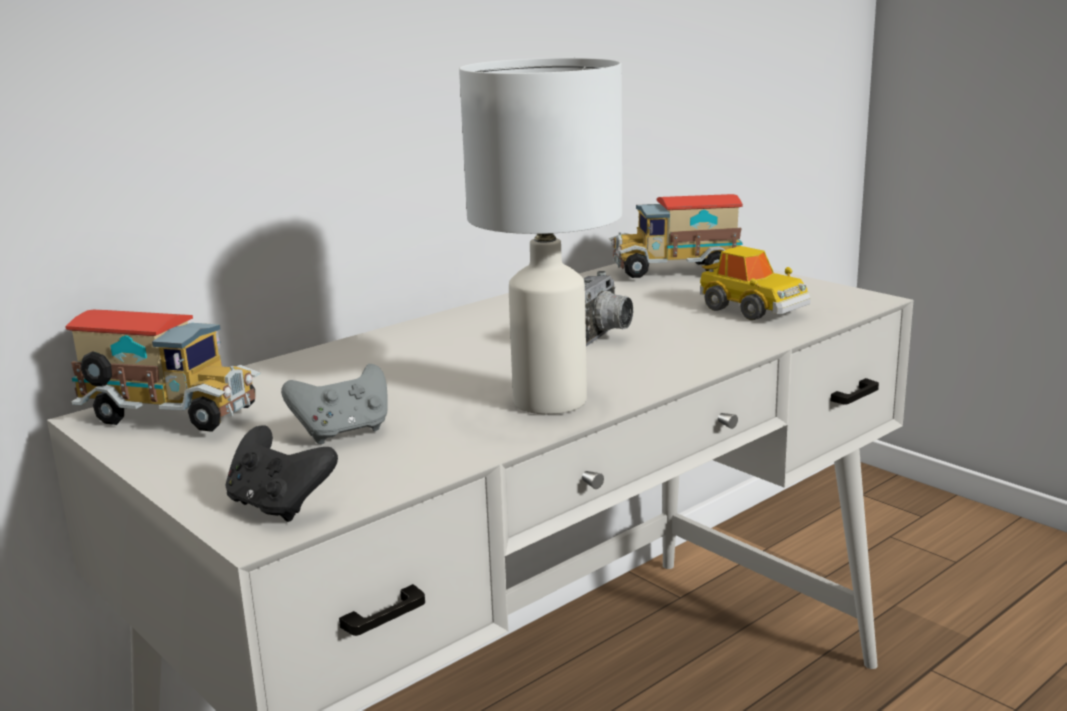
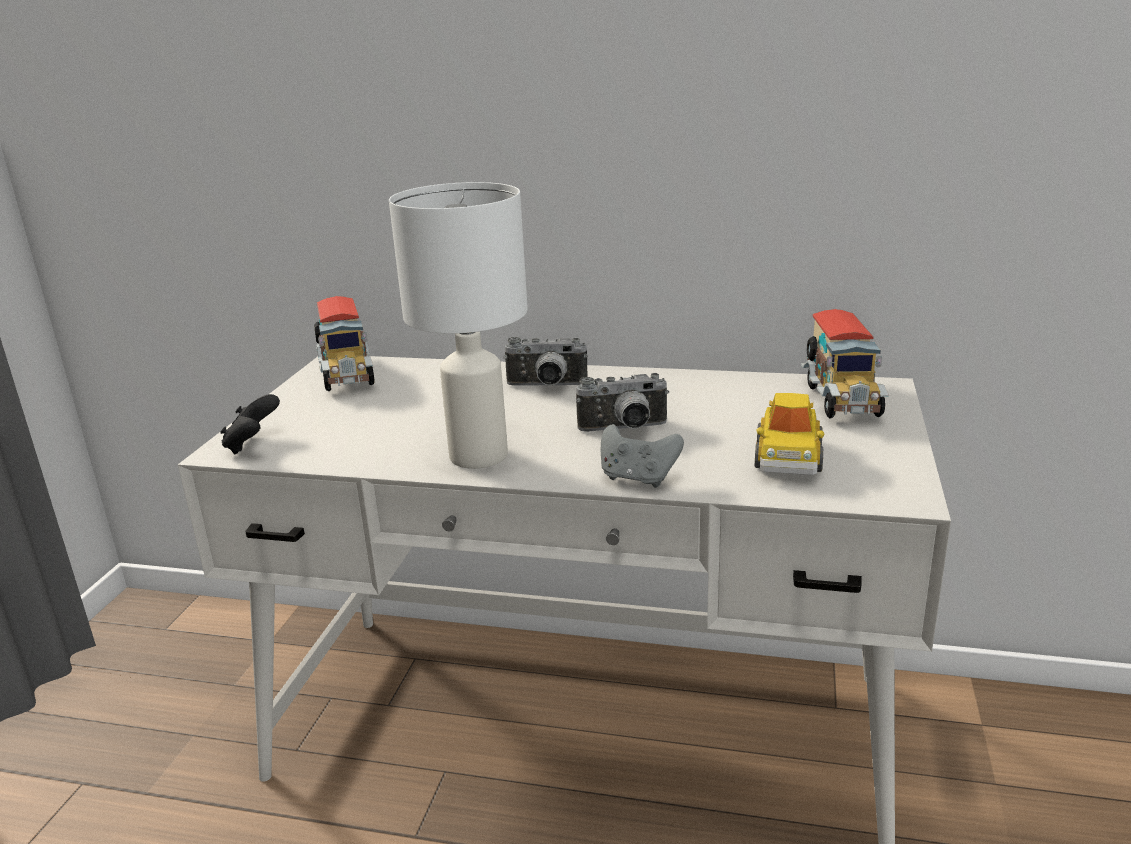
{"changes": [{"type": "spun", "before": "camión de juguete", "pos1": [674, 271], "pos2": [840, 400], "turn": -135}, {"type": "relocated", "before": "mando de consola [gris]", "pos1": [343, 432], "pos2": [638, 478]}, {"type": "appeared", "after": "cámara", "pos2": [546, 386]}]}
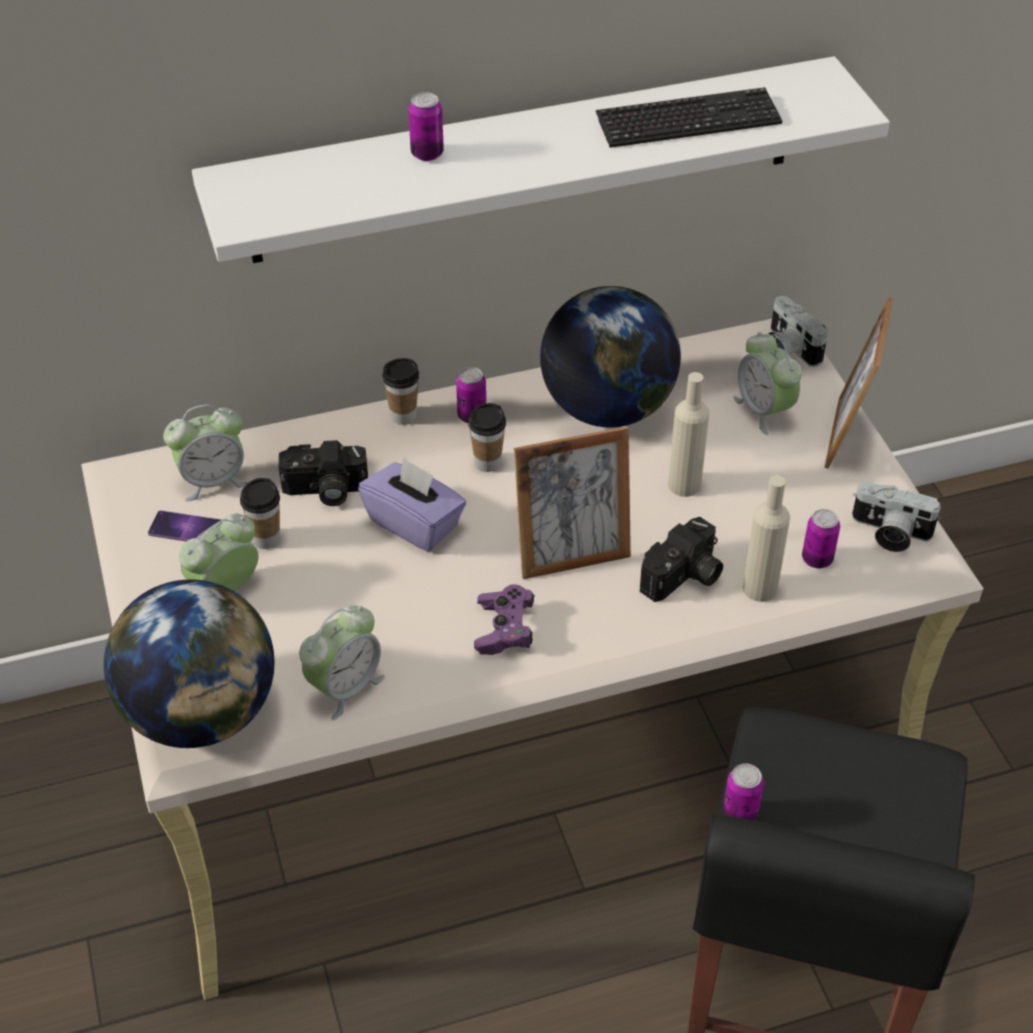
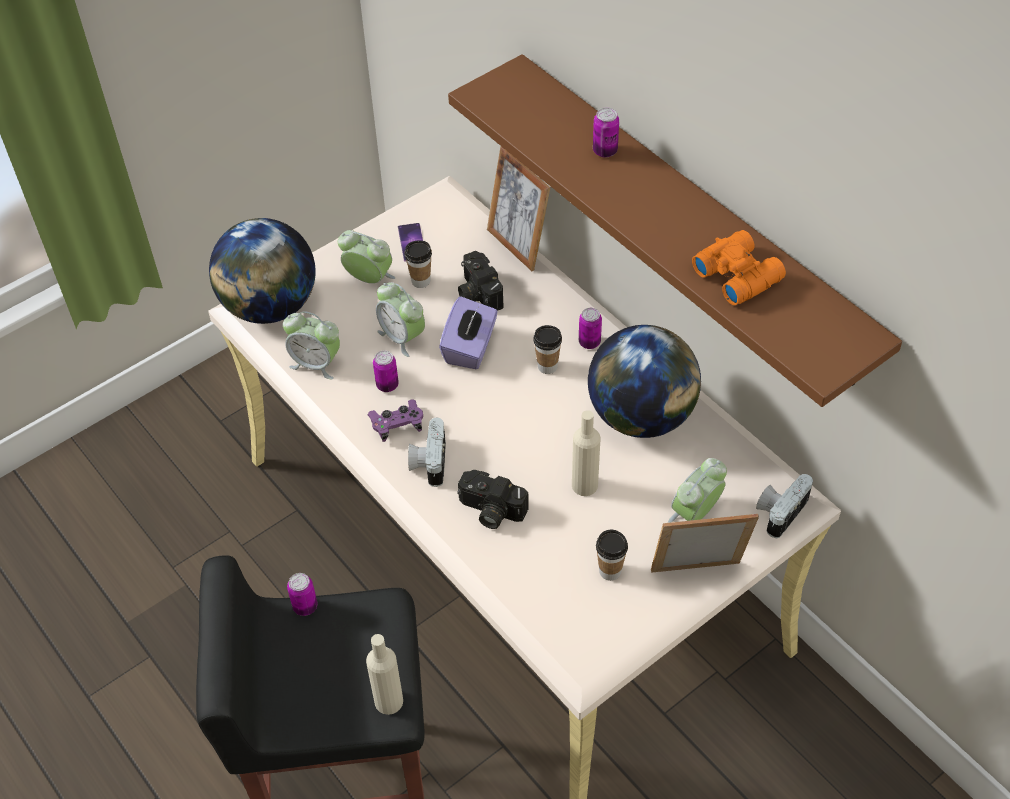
{"changes": [{"type": "colour", "before": "estante [blanco]", "after": "estante [marrón]", "pos1": [526, 160], "pos2": [690, 218]}, {"type": "exchanged", "before": "teclado", "after": "prismáticos [naranja]", "pos1": [688, 121], "pos2": [737, 274]}, {"type": "relocated", "before": "taza", "pos1": [403, 416], "pos2": [610, 571]}, {"type": "relocated", "before": "despertador", "pos1": [213, 480], "pos2": [402, 337]}, {"type": "relocated", "before": "portarretratos", "pos1": [572, 556], "pos2": [518, 245]}, {"type": "relocated", "before": "botella [beis]", "pos1": [760, 588], "pos2": [388, 701]}, {"type": "relocated", "before": "cámara", "pos1": [889, 533], "pos2": [428, 461]}, {"type": "relocated", "before": "lata", "pos1": [817, 559], "pos2": [387, 385]}]}
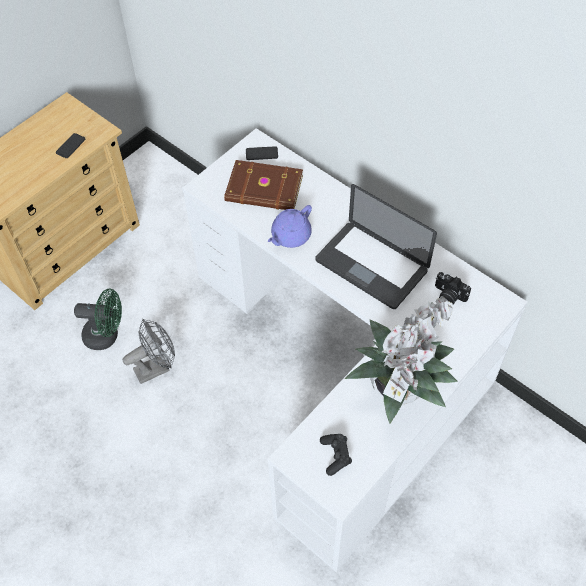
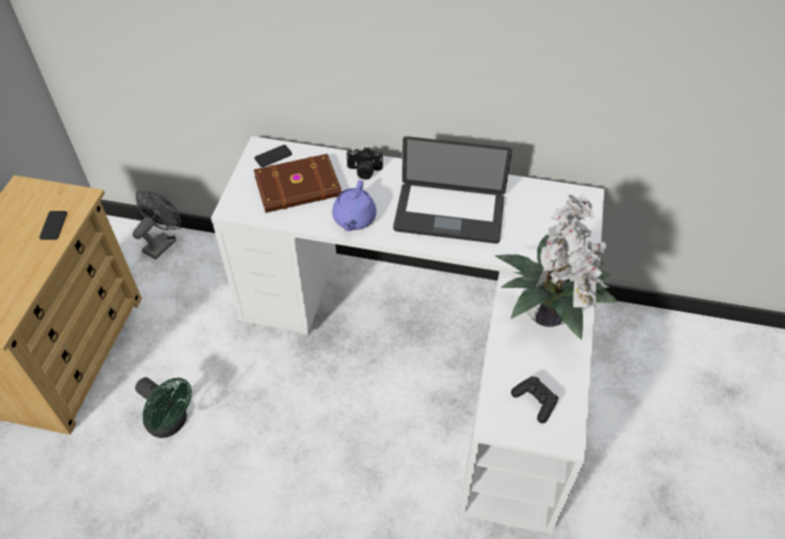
{"changes": [{"type": "relocated", "before": "cámara", "pos1": [448, 296], "pos2": [364, 171]}, {"type": "spun", "before": "ventilador [verde]", "pos1": [107, 336], "pos2": [171, 423], "turn": 60}, {"type": "relocated", "before": "ventilador [gris]", "pos1": [156, 367], "pos2": [163, 243]}]}
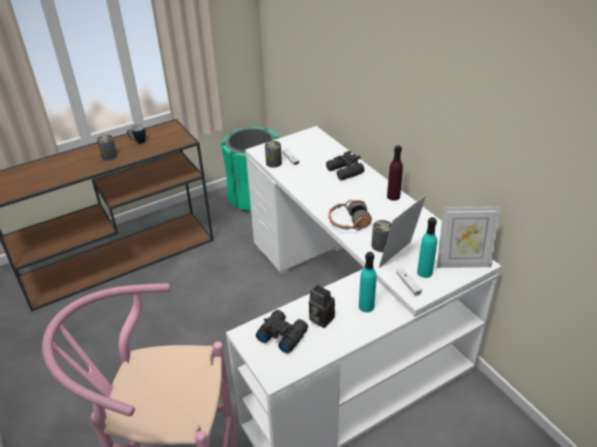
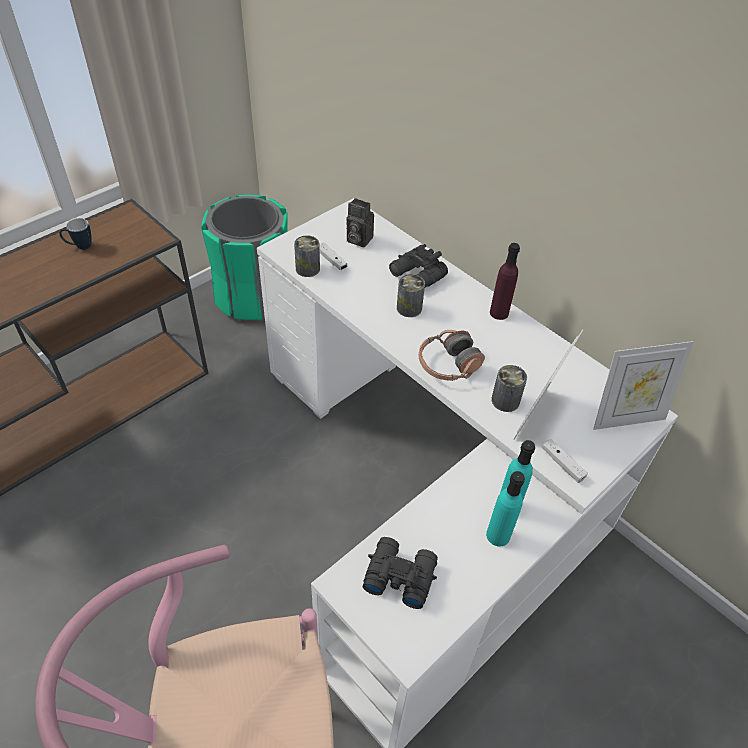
{"changes": [{"type": "relocated", "before": "lata", "pos1": [109, 156], "pos2": [409, 308]}, {"type": "relocated", "before": "botella [turquesa]", "pos1": [424, 272], "pos2": [498, 535]}, {"type": "relocated", "before": "cámara", "pos1": [319, 319], "pos2": [357, 239]}]}
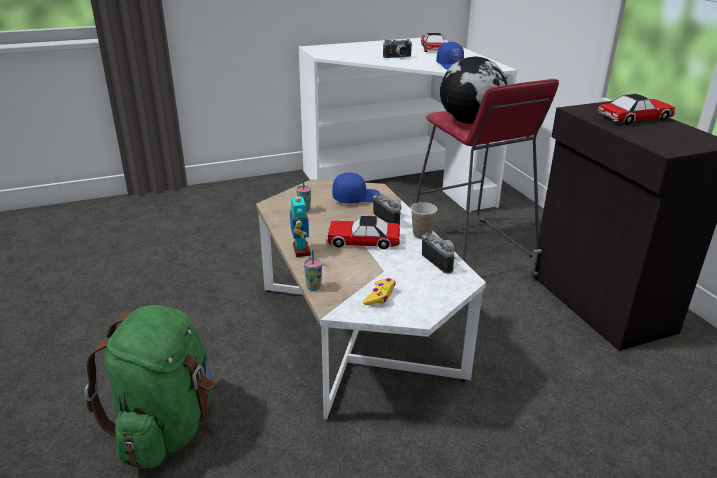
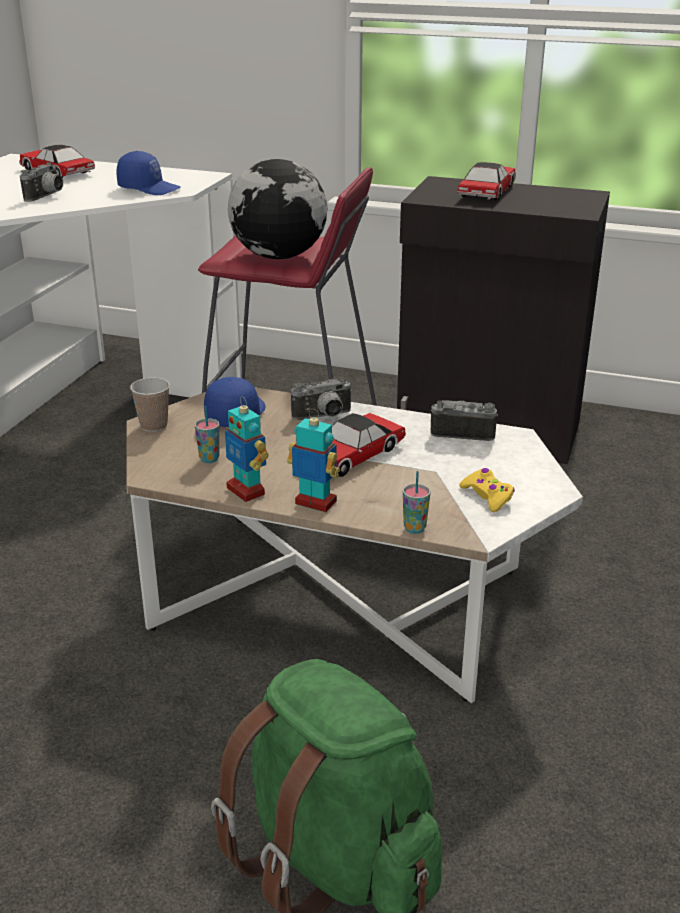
{"changes": [{"type": "spun", "before": "cámara", "pos1": [390, 218], "pos2": [324, 417], "turn": 150}, {"type": "relocated", "before": "taza", "pos1": [422, 235], "pos2": [154, 426]}, {"type": "appeared", "after": "robot de juguete", "pos2": [246, 491]}]}
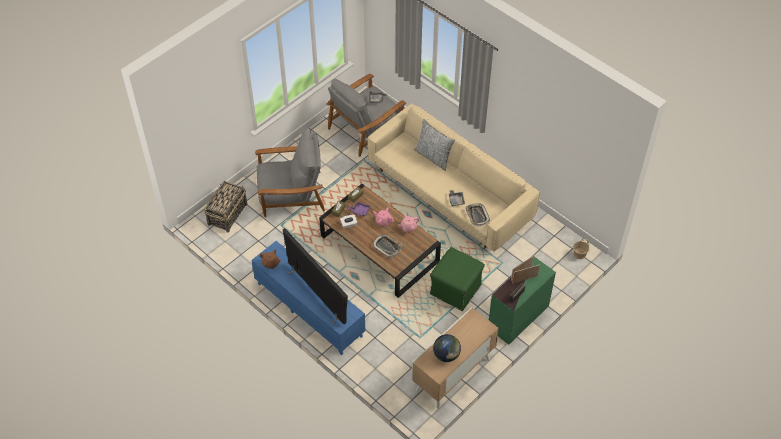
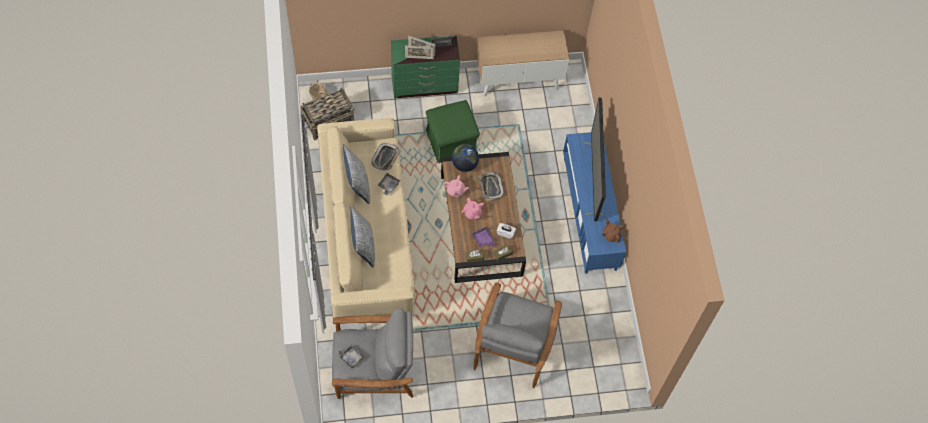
{"changes": [{"type": "spun", "before": "sillón [gris]", "pos1": [291, 194], "pos2": [514, 344], "turn": -105}, {"type": "relocated", "before": "cesta", "pos1": [228, 214], "pos2": [328, 122]}, {"type": "relocated", "before": "globo terráqueo", "pos1": [446, 355], "pos2": [464, 164]}, {"type": "appeared", "after": "cojín", "pos2": [357, 184]}]}
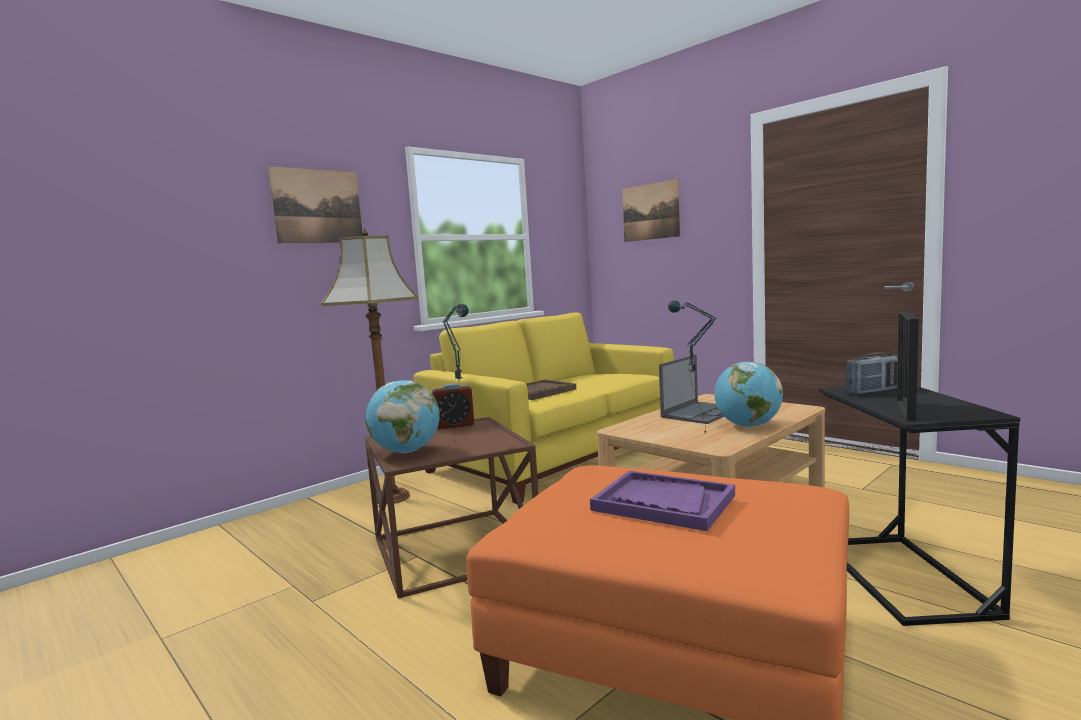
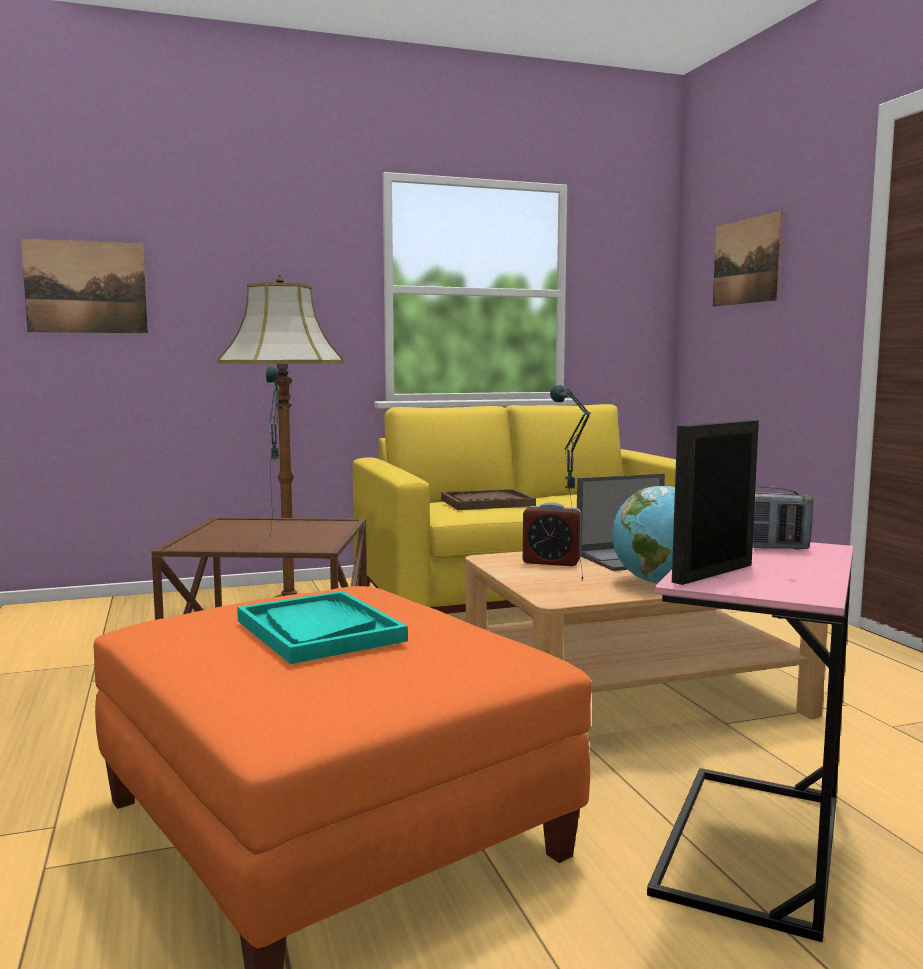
{"changes": [{"type": "relocated", "before": "cuadro", "pos1": [318, 206], "pos2": [86, 287]}, {"type": "missing", "before": "globo terráqueo", "pos1": [406, 451]}, {"type": "relocated", "before": "despertador", "pos1": [454, 425], "pos2": [551, 562]}, {"type": "colour", "before": "mesa auxiliar [negro]", "after": "mesa auxiliar [rosa]", "pos1": [903, 577], "pos2": [751, 845]}, {"type": "colour", "before": "bandeja [morado]", "after": "bandeja [turquesa]", "pos1": [663, 503], "pos2": [319, 630]}]}
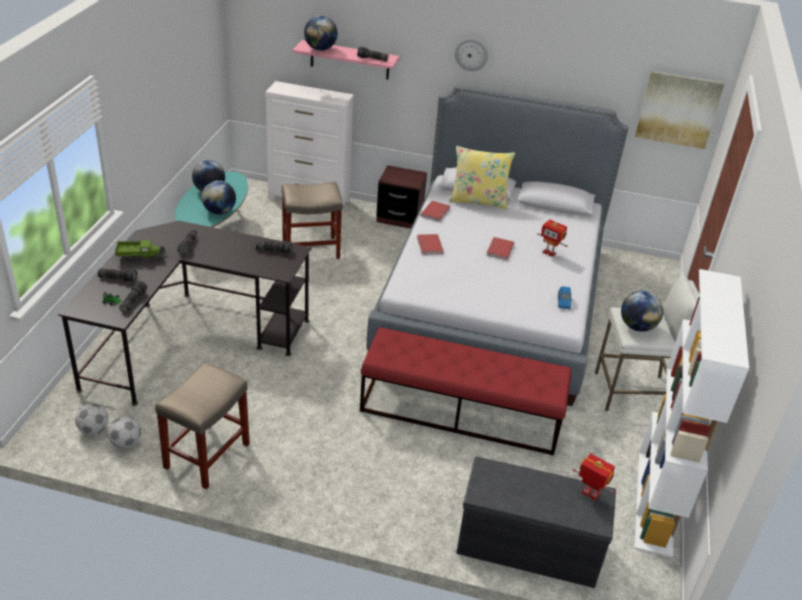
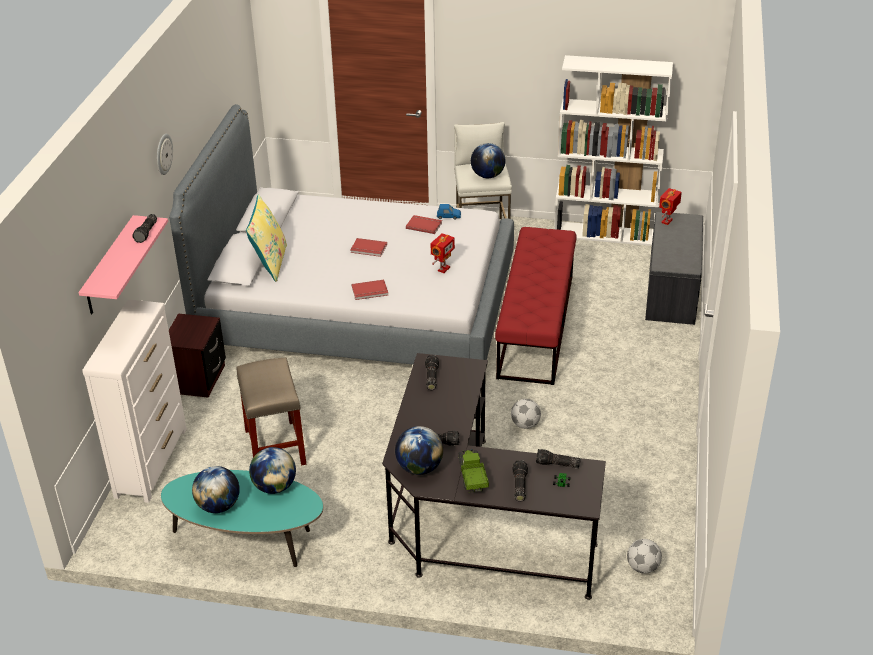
{"changes": [{"type": "relocated", "before": "globo terráqueo", "pos1": [320, 49], "pos2": [419, 468]}, {"type": "missing", "before": "cuadro", "pos1": [678, 109]}, {"type": "relocated", "before": "libro [rojo]", "pos1": [436, 212], "pos2": [424, 225]}, {"type": "relocated", "before": "robot de juguete", "pos1": [549, 253], "pos2": [443, 269]}, {"type": "missing", "before": "taburete [beis]", "pos1": [207, 454]}, {"type": "relocated", "before": "balón de fútbol", "pos1": [125, 443], "pos2": [525, 425]}]}
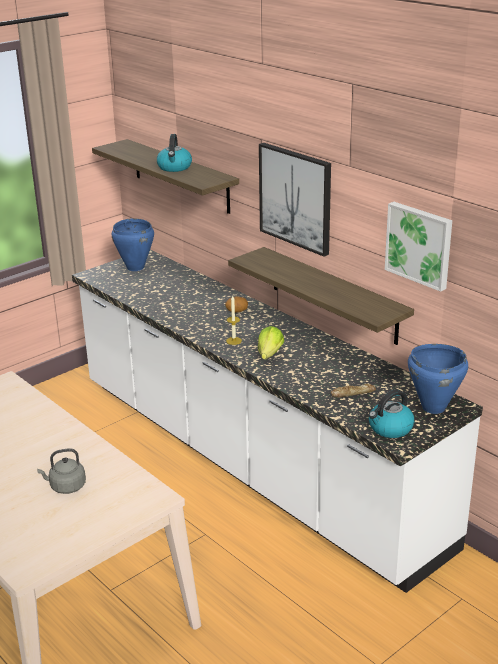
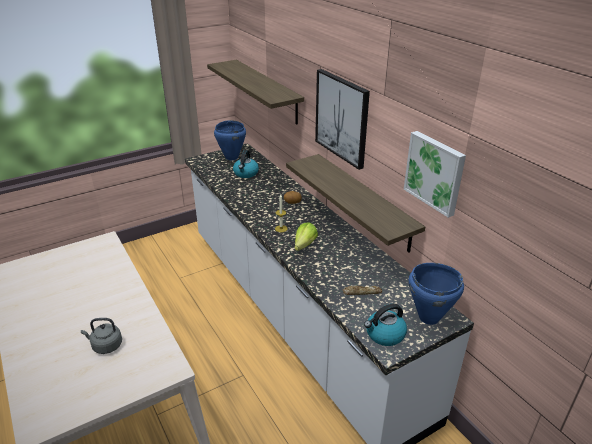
{"changes": [{"type": "relocated", "before": "hervidor", "pos1": [174, 167], "pos2": [246, 173]}]}
